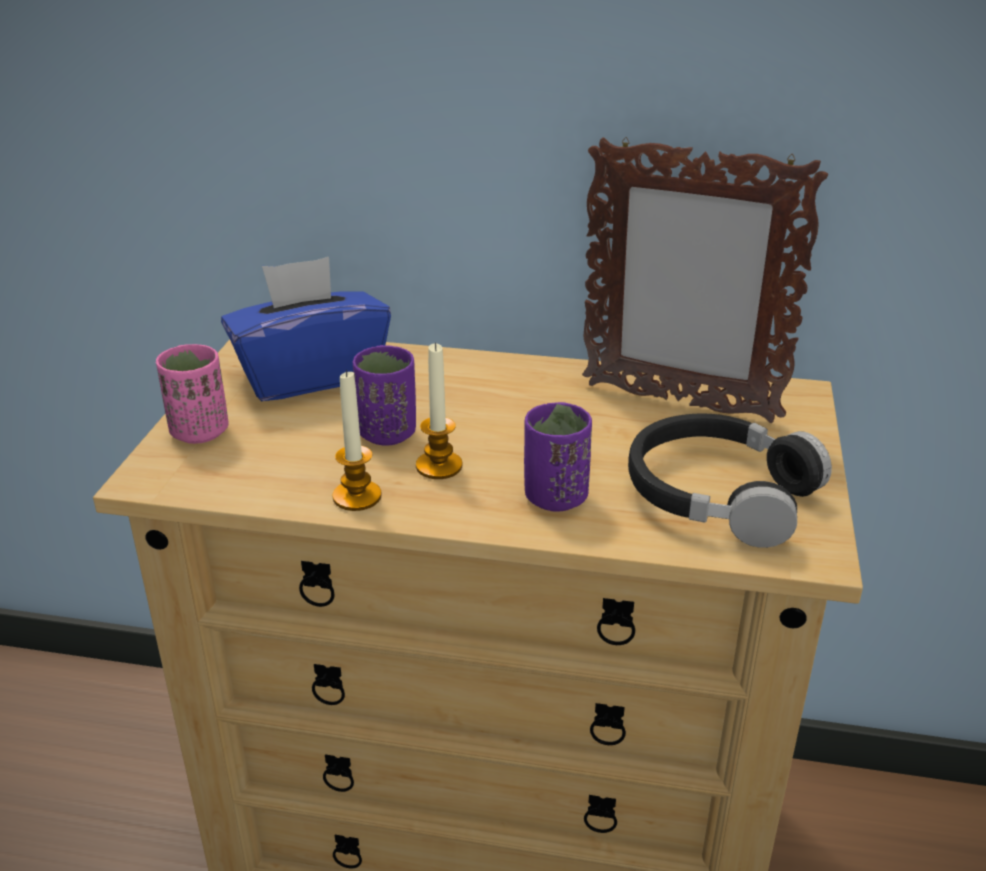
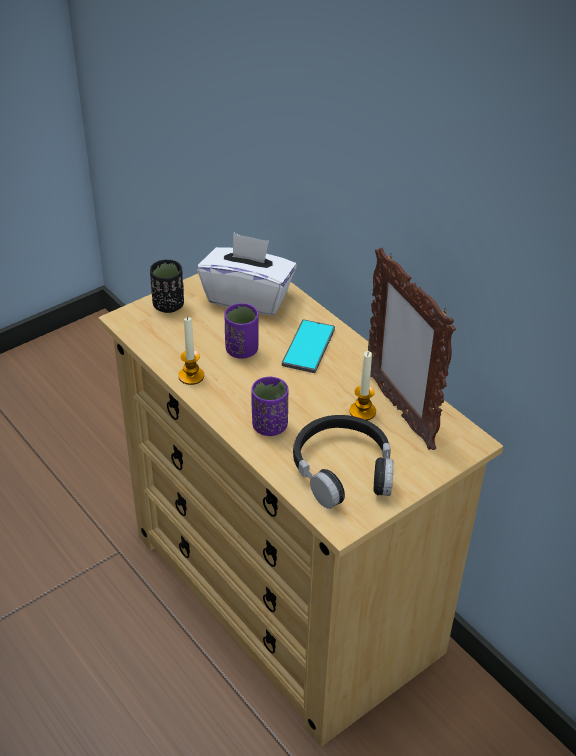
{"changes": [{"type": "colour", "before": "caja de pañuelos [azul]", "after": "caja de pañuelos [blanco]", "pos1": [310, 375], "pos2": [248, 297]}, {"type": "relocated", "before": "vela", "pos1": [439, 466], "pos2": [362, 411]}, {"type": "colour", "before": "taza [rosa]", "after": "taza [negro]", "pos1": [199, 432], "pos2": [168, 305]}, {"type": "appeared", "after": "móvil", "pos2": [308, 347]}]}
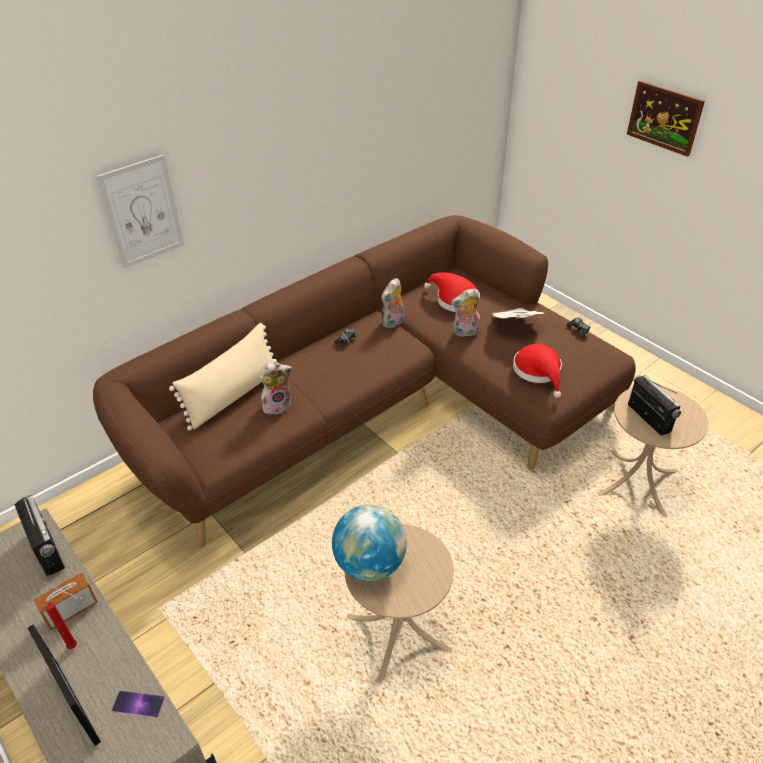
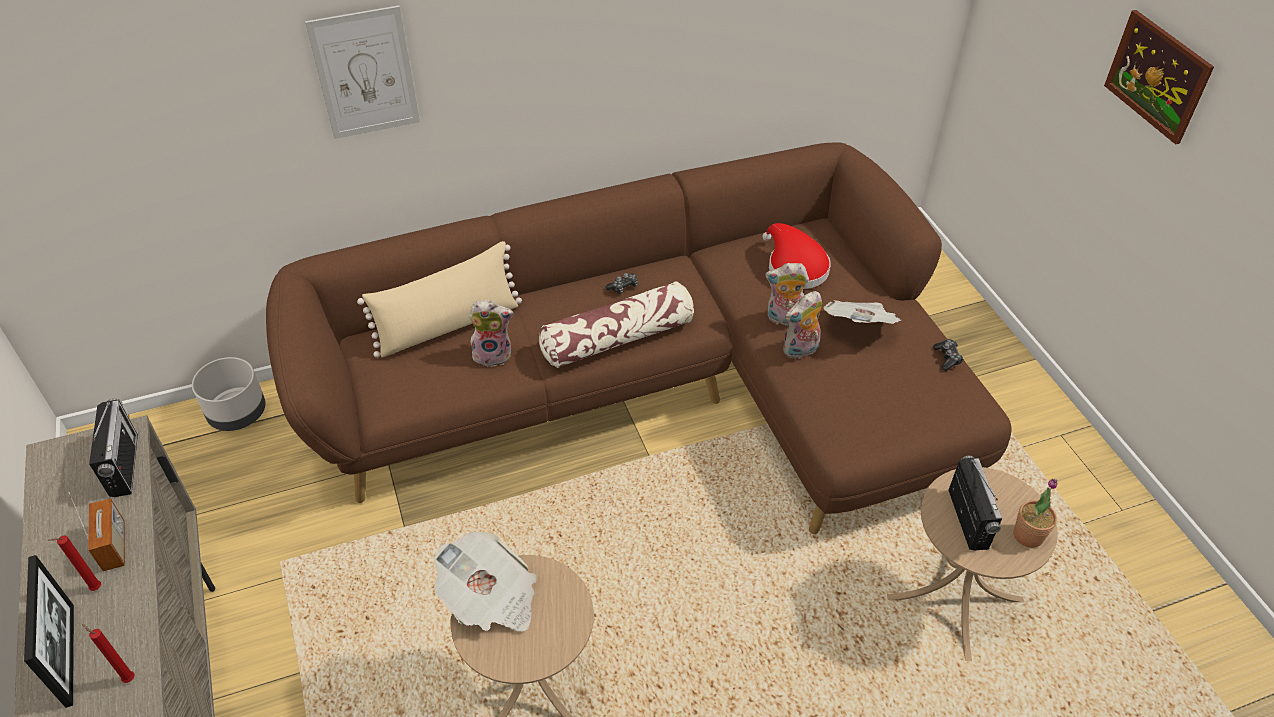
{"changes": [{"type": "relocated", "before": "peluche", "pos1": [393, 323], "pos2": [800, 351]}, {"type": "missing", "before": "sombrero [rojo]", "pos1": [538, 372]}, {"type": "exchanged", "before": "globo terráqueo", "after": "periódico", "pos1": [370, 564], "pos2": [490, 599]}, {"type": "spun", "before": "radio", "pos1": [71, 610], "pos2": [114, 546], "turn": 90}, {"type": "exchanged", "before": "móvil", "after": "vela [rojo]", "pos1": [138, 704], "pos2": [128, 678]}, {"type": "appeared", "after": "cojín", "pos2": [618, 338]}, {"type": "appeared", "after": "maceta [gris]", "pos2": [238, 414]}, {"type": "appeared", "after": "planta en maceta", "pos2": [1028, 535]}]}
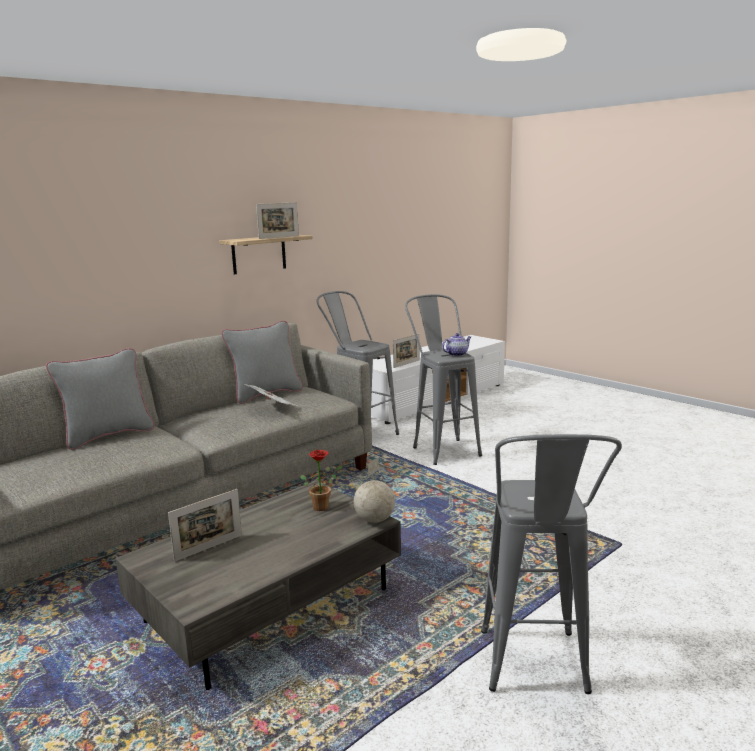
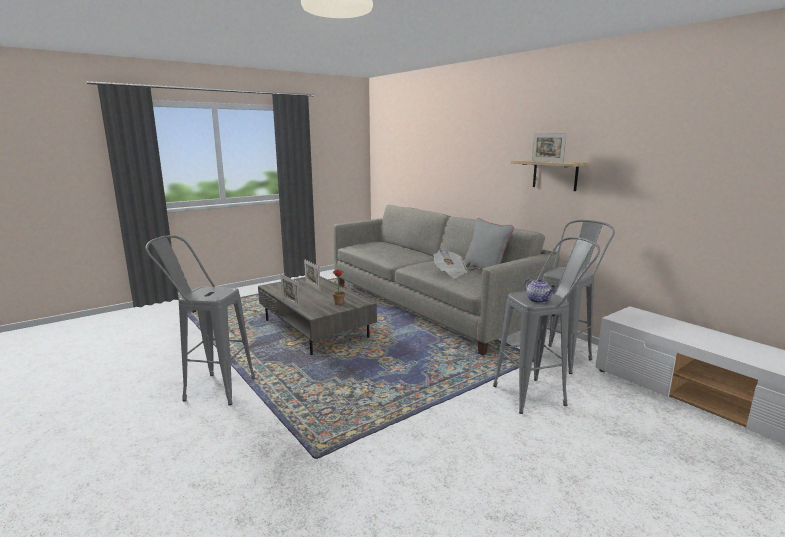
{"changes": [{"type": "relocated", "before": "portarretratos", "pos1": [406, 364], "pos2": [291, 303]}, {"type": "missing", "before": "cojín [gris]", "pos1": [108, 436]}, {"type": "missing", "before": "globo terráqueo", "pos1": [375, 520]}]}
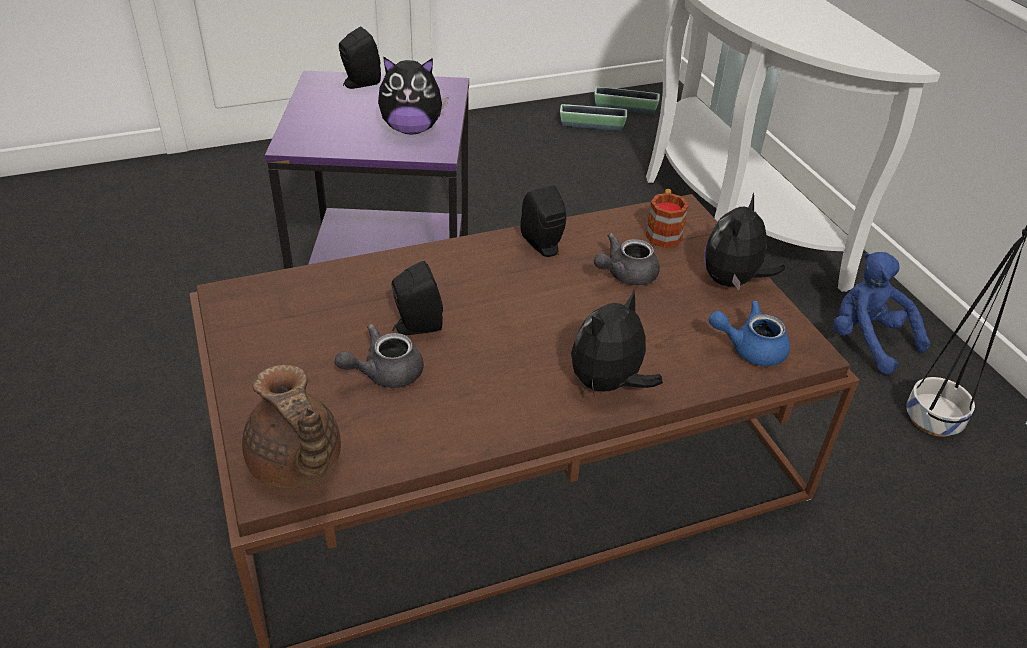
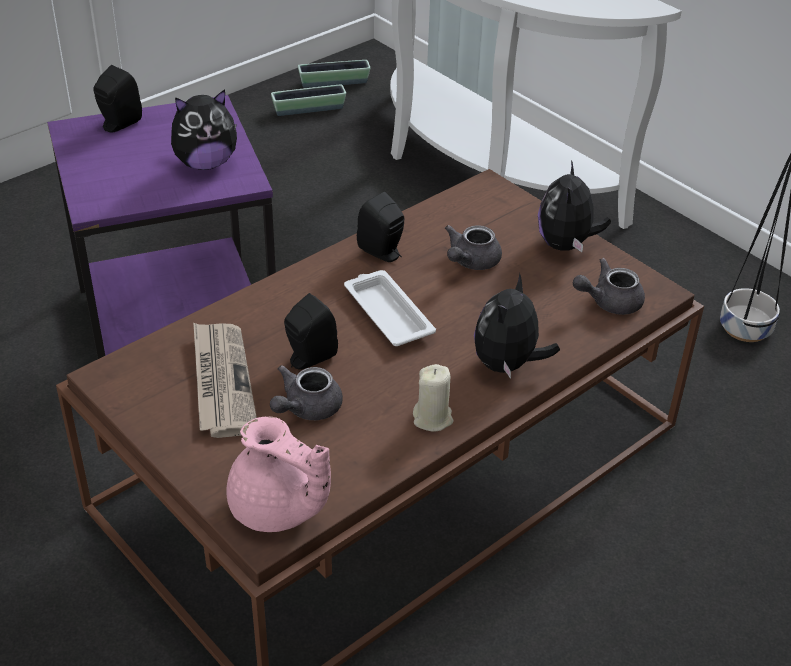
{"changes": [{"type": "missing", "before": "taza grande", "pos1": [663, 232]}, {"type": "missing", "before": "peluche [azul]", "pos1": [867, 340]}, {"type": "colour", "before": "tetera [azul]", "after": "tetera [gris]", "pos1": [749, 348], "pos2": [609, 302]}, {"type": "colour", "before": "tetera [marrón]", "after": "tetera [rosa]", "pos1": [296, 465], "pos2": [277, 510]}, {"type": "appeared", "after": "bandeja [blanco]", "pos2": [387, 313]}, {"type": "appeared", "after": "periódico", "pos2": [221, 381]}, {"type": "appeared", "after": "vela [beis]", "pos2": [433, 418]}]}
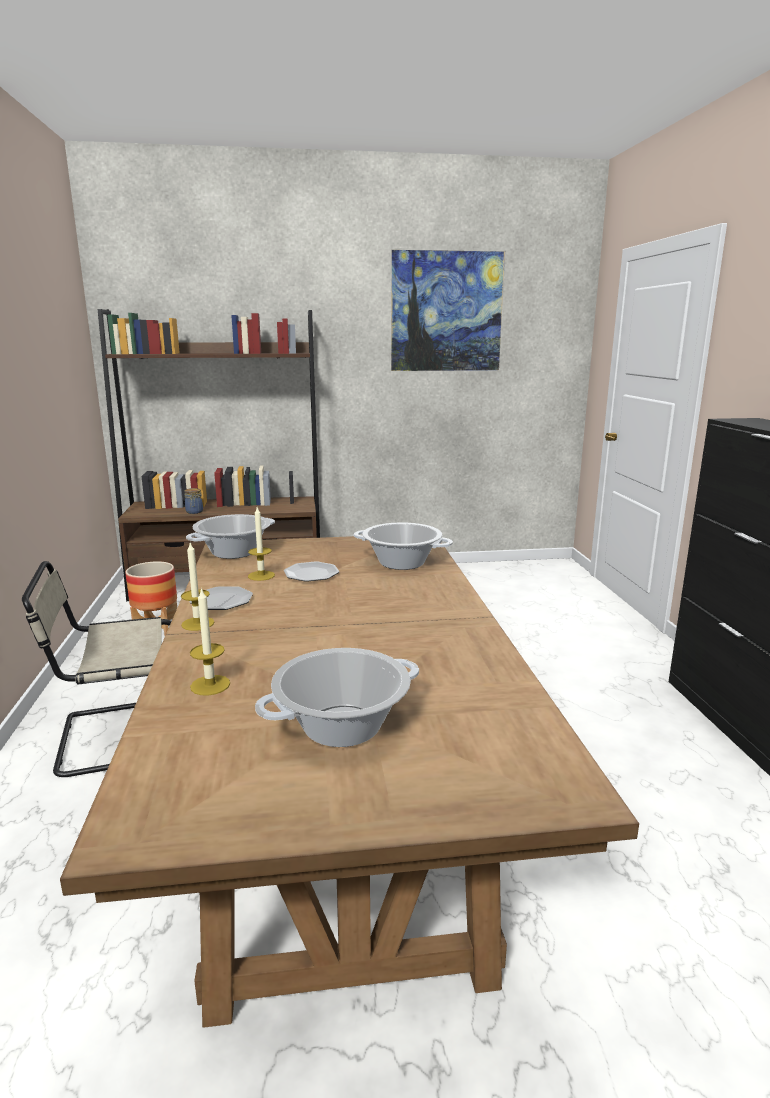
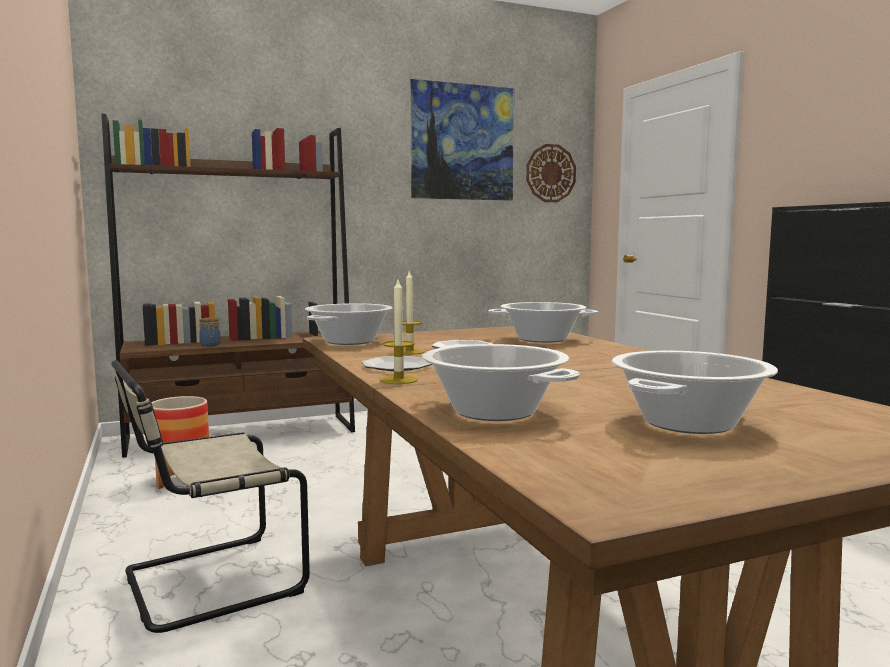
{"changes": [{"type": "exchanged", "before": "vela", "after": "olla", "pos1": [210, 685], "pos2": [494, 412]}, {"type": "appeared", "after": "reloj de pared", "pos2": [550, 173]}]}
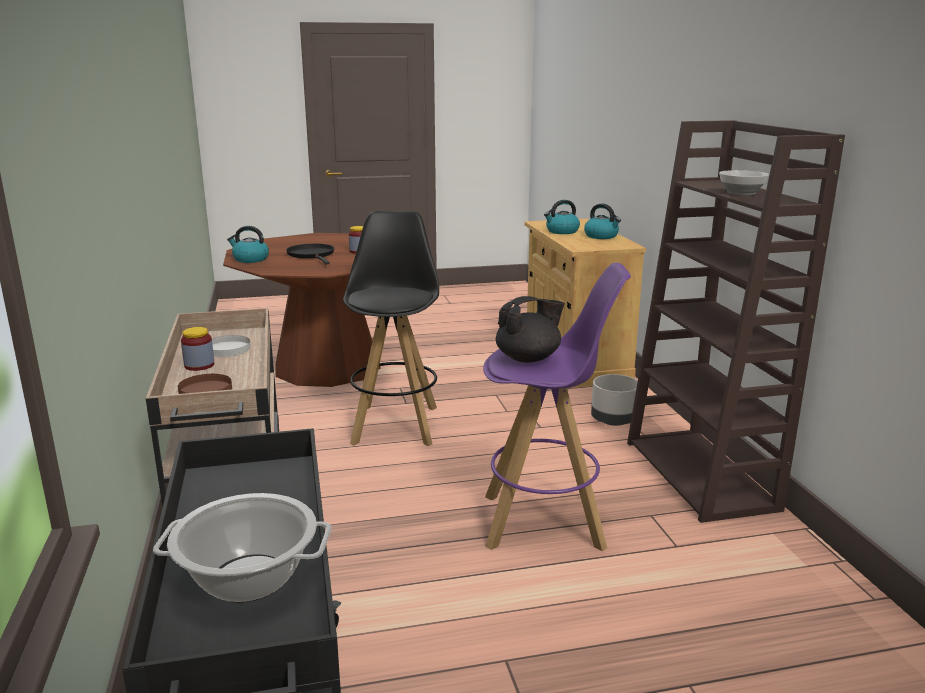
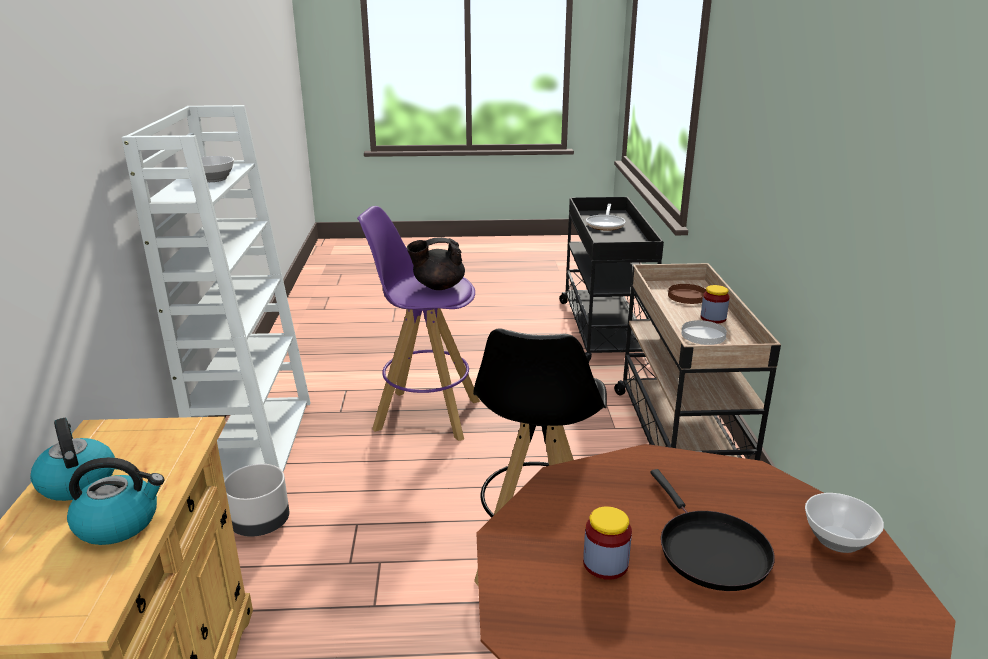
{"changes": [{"type": "colour", "before": "estantería [marrón]", "after": "estantería [blanco]", "pos1": [701, 475], "pos2": [256, 441]}, {"type": "exchanged", "before": "hervidor", "after": "cuenco", "pos1": [250, 259], "pos2": [836, 538]}, {"type": "exchanged", "before": "olla", "after": "sartén", "pos1": [248, 579], "pos2": [605, 225]}]}
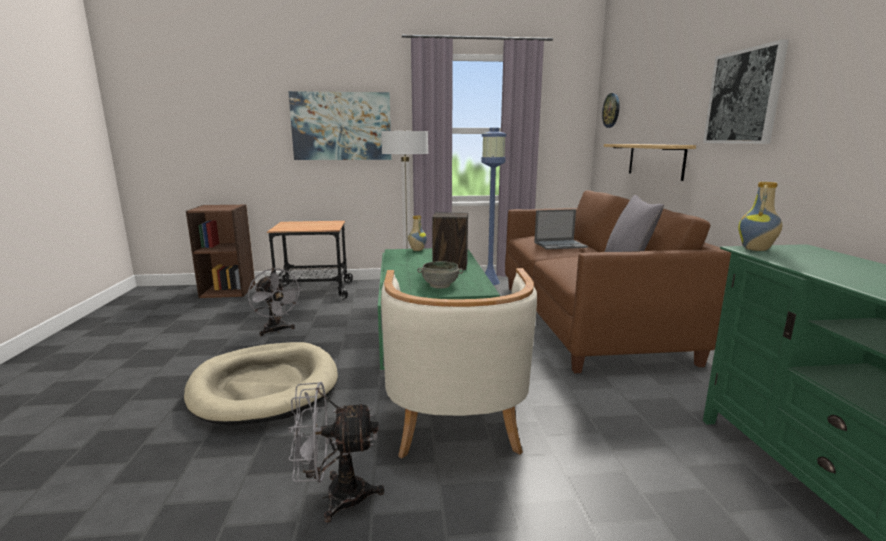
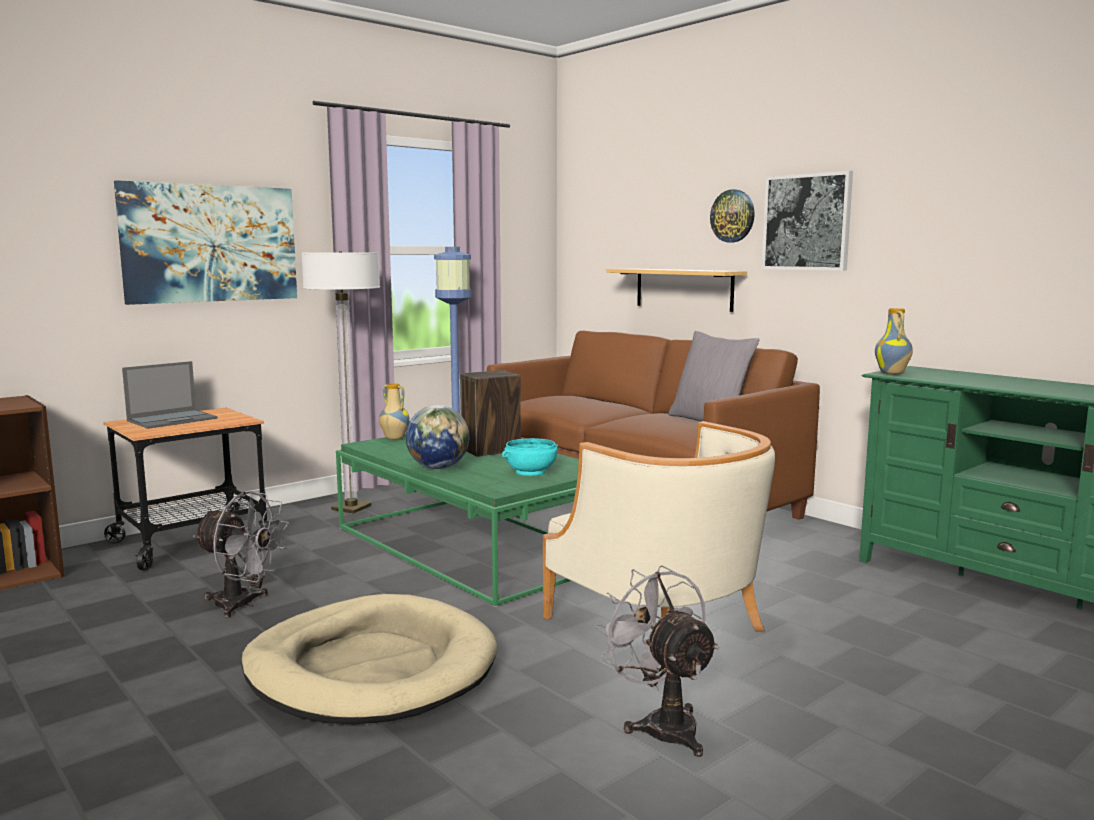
{"changes": [{"type": "relocated", "before": "reloj de pared", "pos1": [611, 110], "pos2": [733, 216]}, {"type": "relocated", "before": "portátil", "pos1": [560, 245], "pos2": [173, 419]}, {"type": "colour", "before": "cuenco [gris]", "after": "cuenco [turquesa]", "pos1": [440, 285], "pos2": [531, 472]}, {"type": "spun", "before": "ventilador [gris]", "pos1": [335, 497], "pos2": [662, 724], "turn": 105}, {"type": "appeared", "after": "globo terráqueo", "pos2": [438, 468]}]}
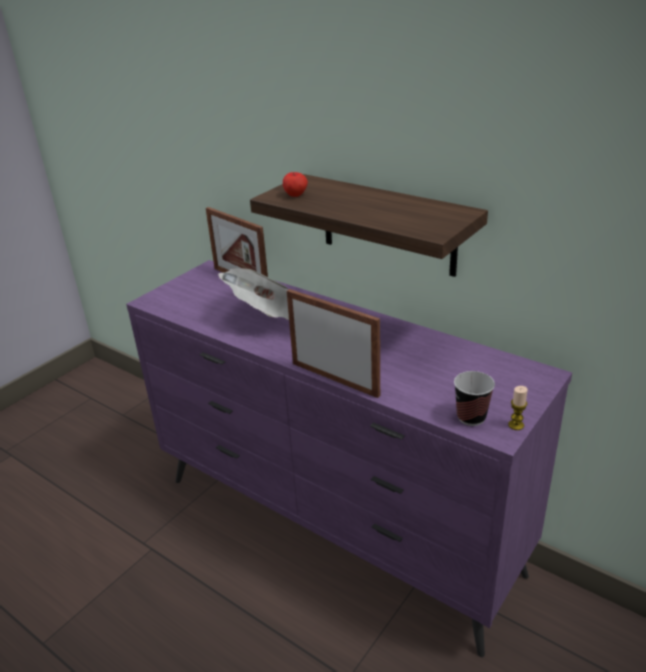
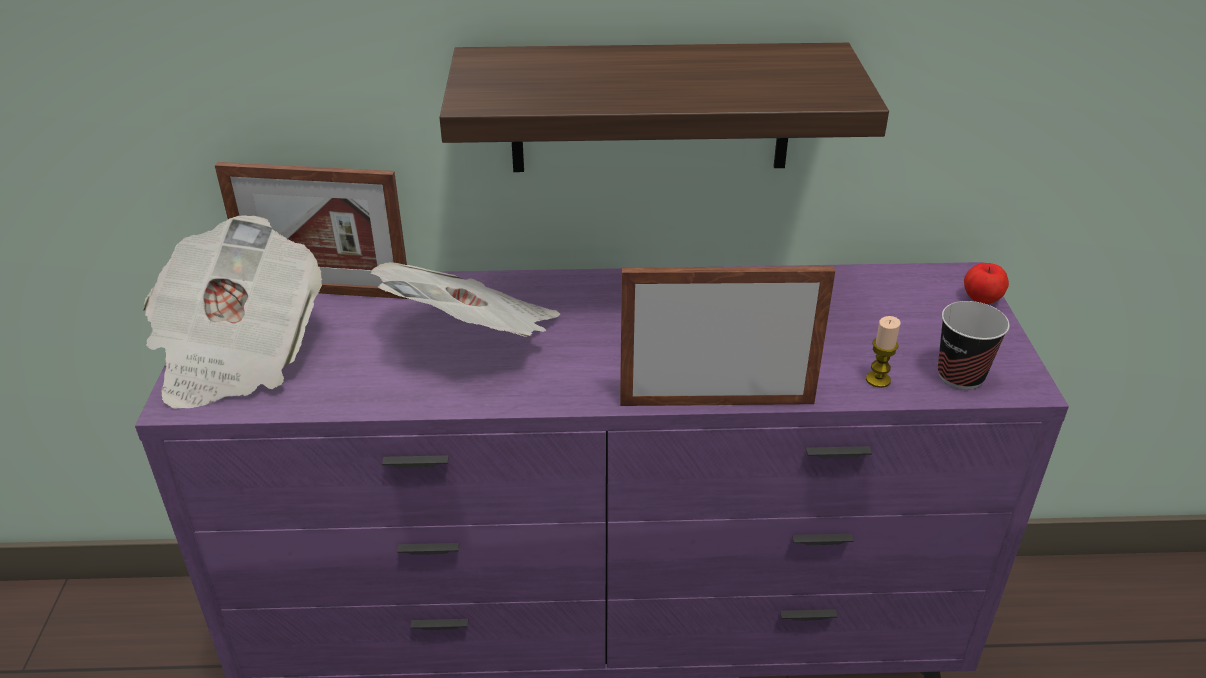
{"changes": [{"type": "relocated", "before": "manzana", "pos1": [295, 195], "pos2": [982, 299]}, {"type": "relocated", "before": "vela", "pos1": [516, 425], "pos2": [878, 380]}, {"type": "appeared", "after": "periódico", "pos2": [237, 353]}]}
